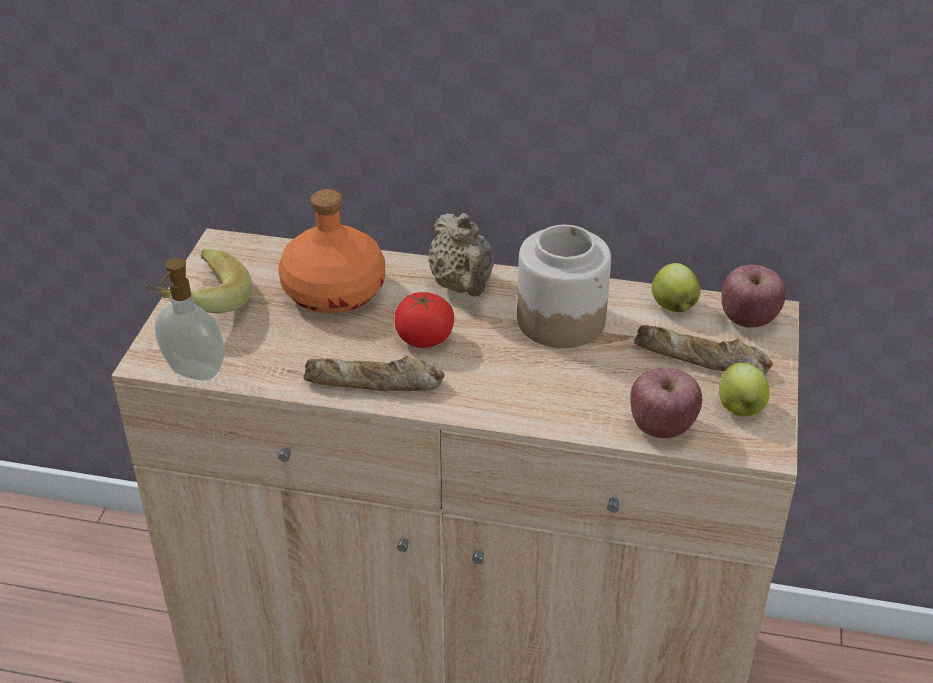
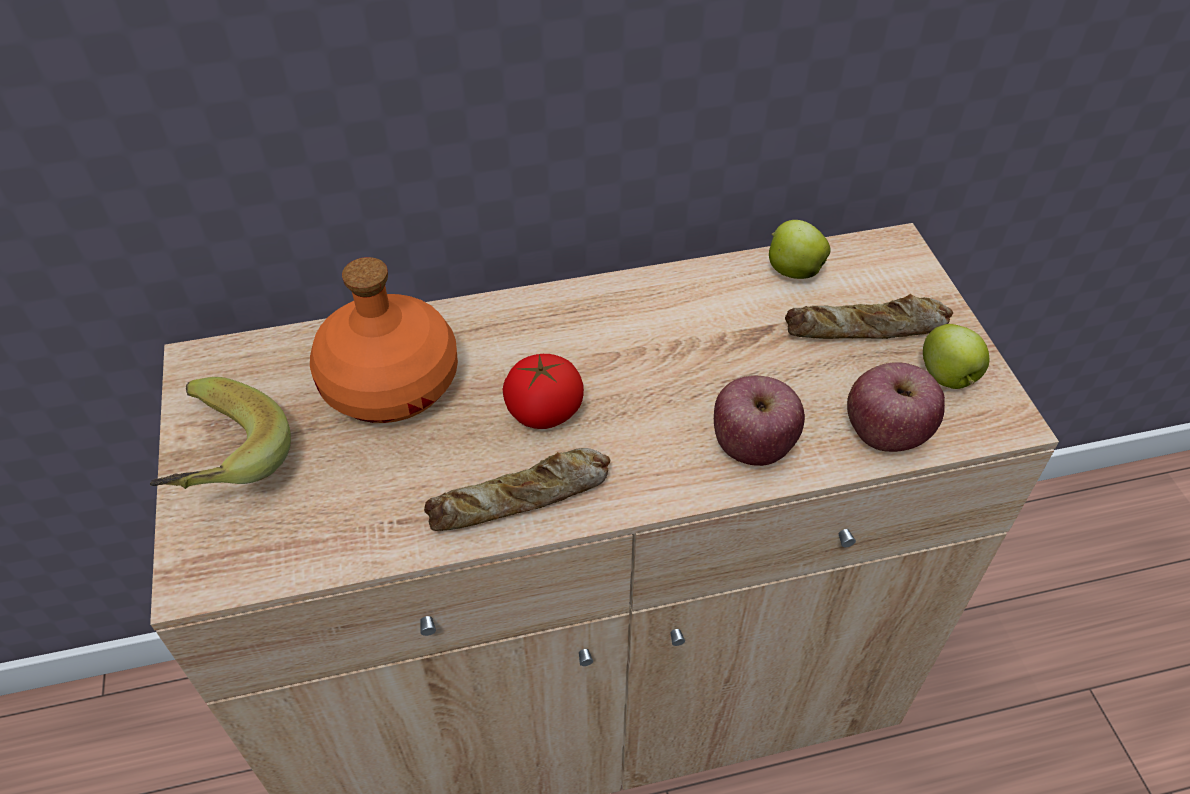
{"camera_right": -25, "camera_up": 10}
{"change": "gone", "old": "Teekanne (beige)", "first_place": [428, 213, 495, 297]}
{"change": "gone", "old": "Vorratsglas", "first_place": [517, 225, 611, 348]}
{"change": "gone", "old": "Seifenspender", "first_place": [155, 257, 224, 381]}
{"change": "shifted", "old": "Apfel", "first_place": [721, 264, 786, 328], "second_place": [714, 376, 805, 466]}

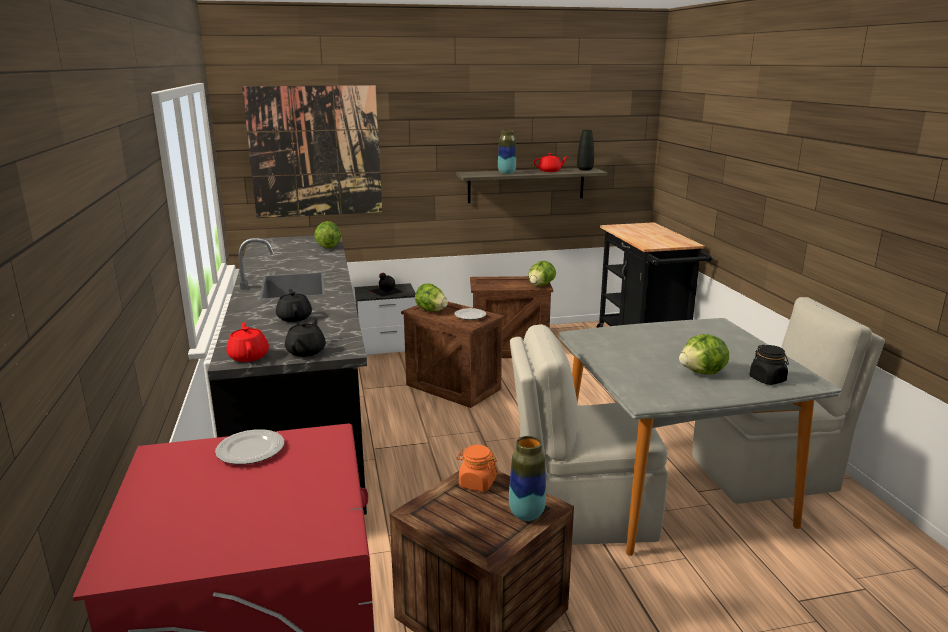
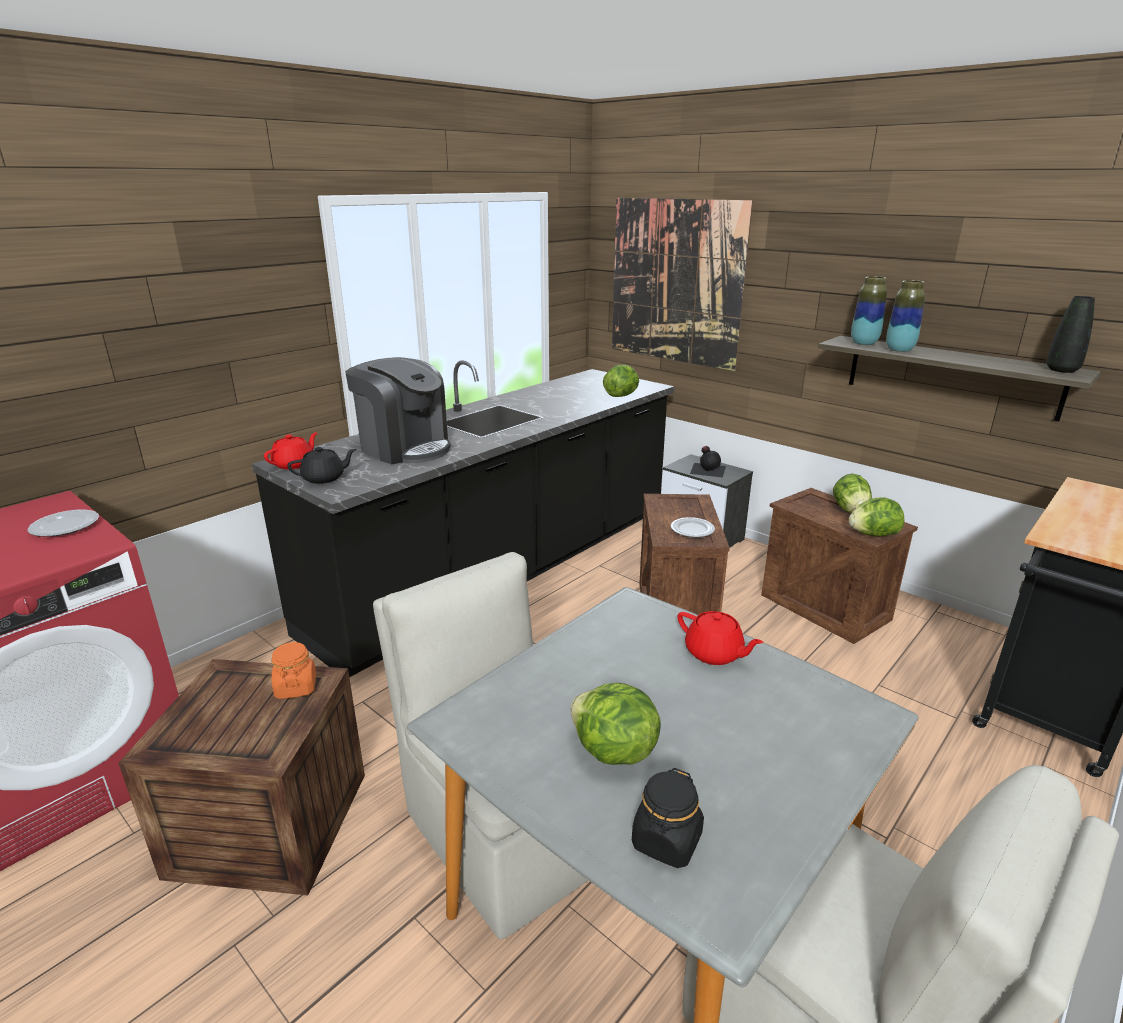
{"camera_right": 55, "camera_up": 5}
{"change": "shifted", "old": "Teekanne (rot)", "first_place": [534, 153, 568, 172], "second_place": [678, 611, 764, 665]}
{"change": "shifted", "old": "Salatkopf", "first_place": [415, 283, 448, 312], "second_place": [833, 473, 872, 513]}
{"change": "swapped", "old": "Teekanne (schwarz)", "new": "Kaffeemaschine", "first_place": [276, 289, 312, 322], "second_place": [345, 357, 451, 464]}
{"change": "shifted", "old": "Vase", "first_place": [509, 436, 546, 521], "second_place": [851, 276, 887, 345]}

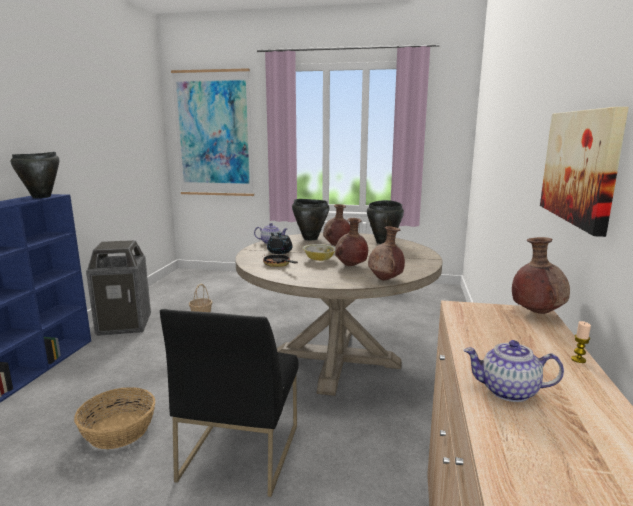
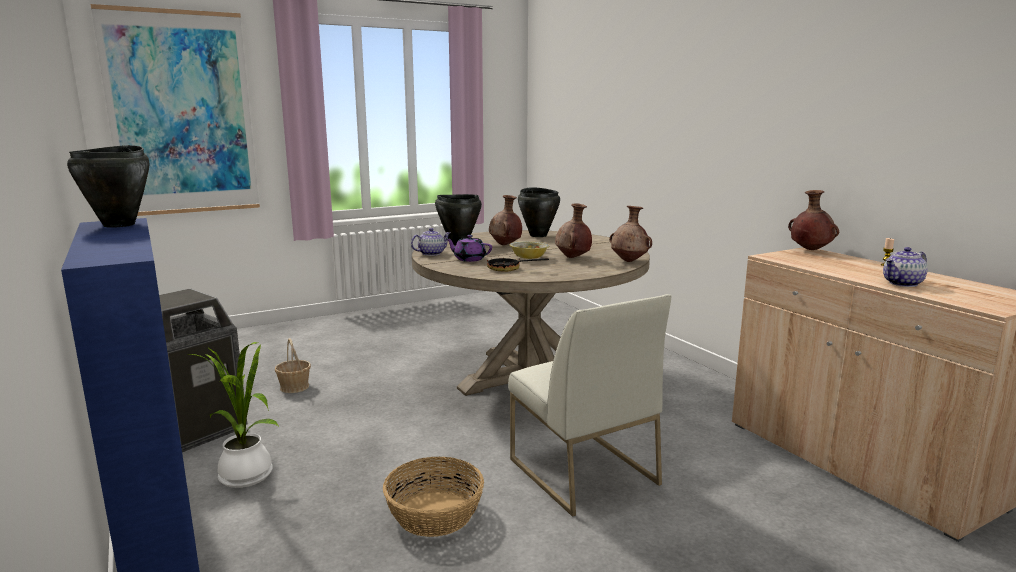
{"camera_right": -40, "camera_up": 0}
{"change": "gone", "old": "Bild", "first_place": [540, 107, 629, 237]}
{"change": "repainted", "old": "Teekanne (schwarz)", "new": "Teekanne (lila)", "first_place": [267, 232, 293, 254], "second_place": [445, 235, 492, 262]}
{"change": "repainted", "old": "Stuhl (schwarz)", "new": "Stuhl (weiß)", "first_place": [160, 309, 299, 497], "second_place": [508, 294, 672, 517]}
{"change": "new", "new": "Topfpflanze", "second_place": [189, 342, 280, 488]}

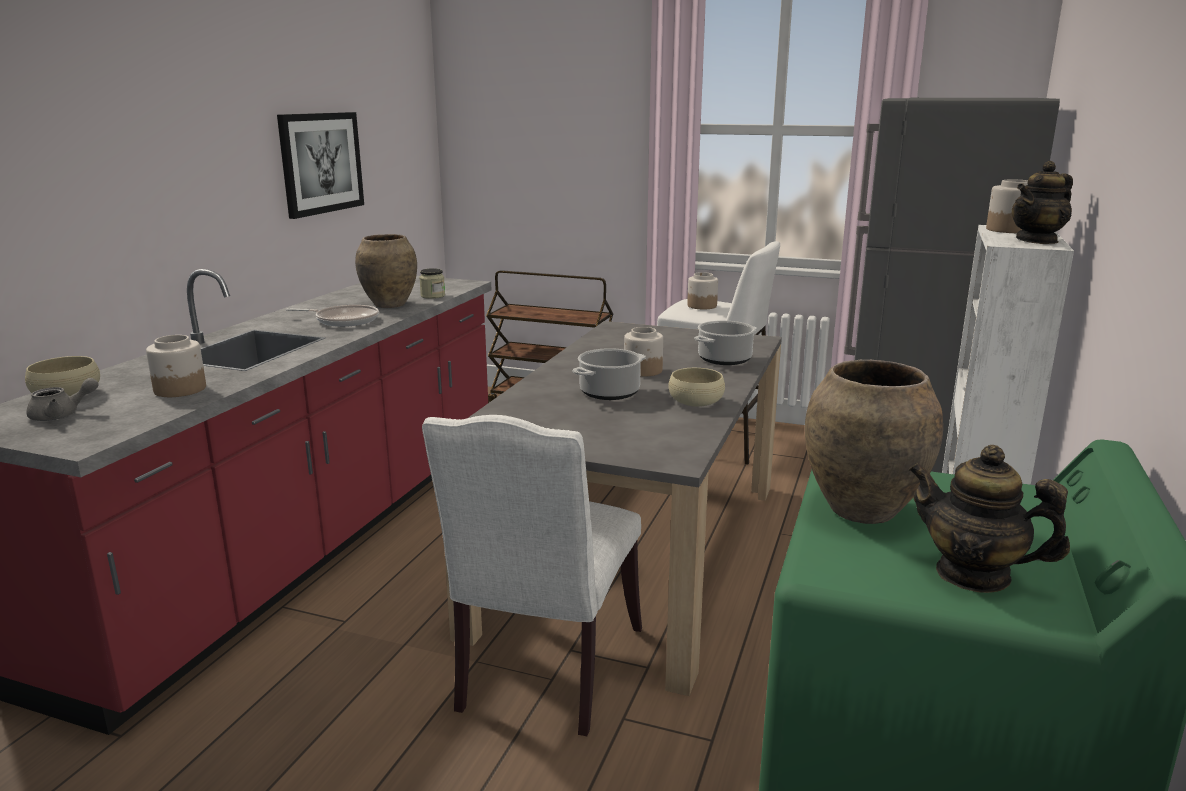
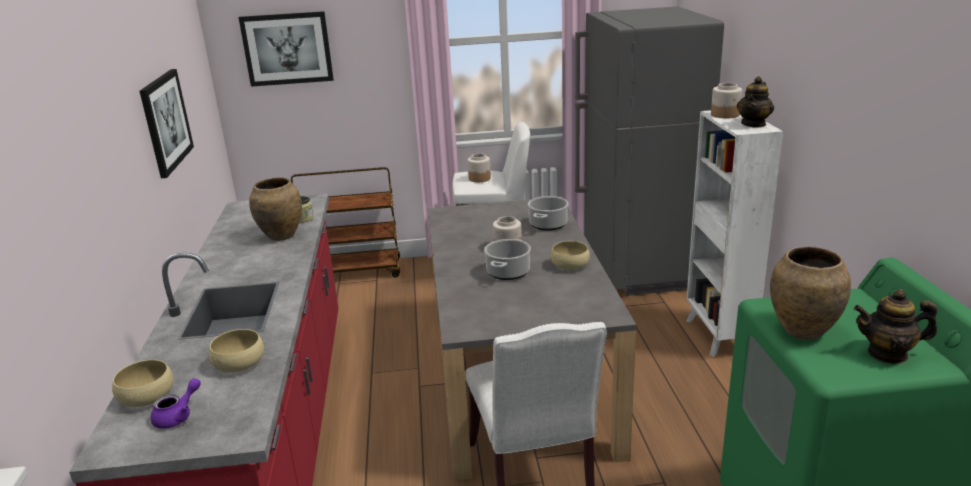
{"camera_right": -25, "camera_up": 5}
{"change": "gone", "old": "Pfanne", "first_place": [286, 305, 379, 327]}
{"change": "swapped", "old": "Vorratsglas", "new": "Schüssel (beige)", "first_place": [146, 335, 206, 397], "second_place": [209, 329, 264, 372]}
{"change": "repainted", "old": "Teekanne (grau)", "new": "Teekanne (lila)", "first_place": [26, 378, 99, 421], "second_place": [151, 378, 201, 429]}
{"change": "new", "new": "Bild", "second_place": [238, 11, 334, 87]}

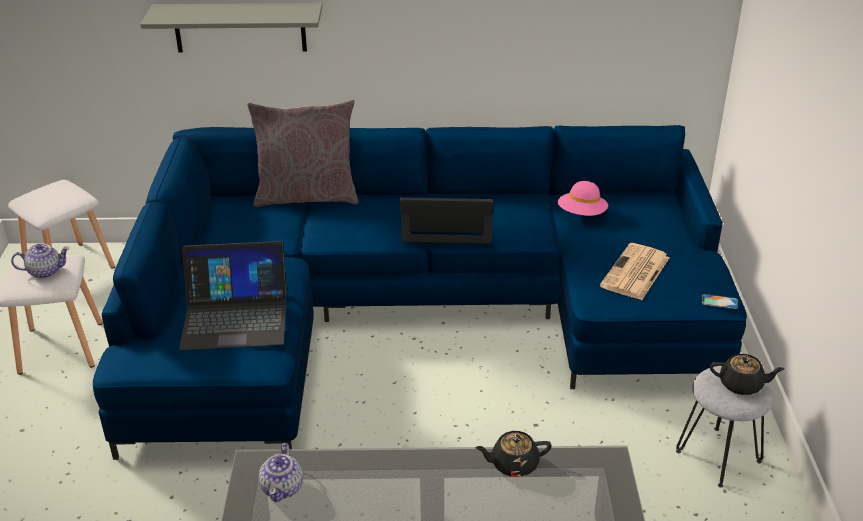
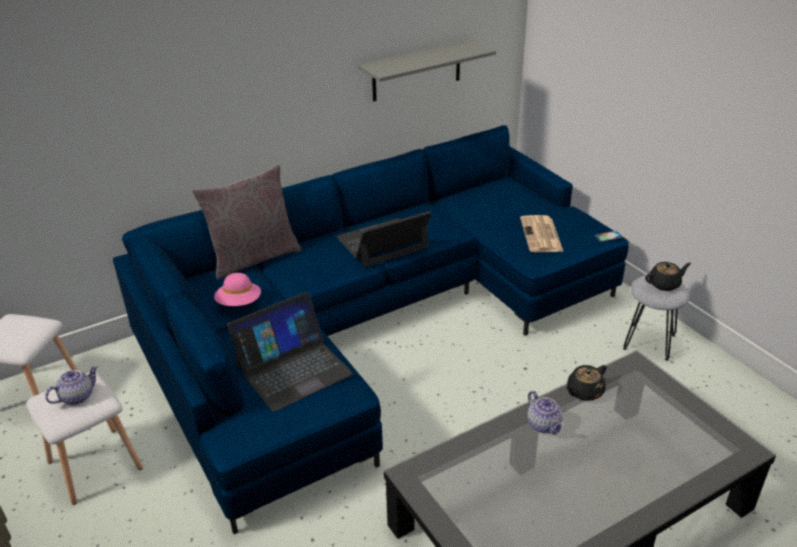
{"camera_right": -30, "camera_up": 0}
{"change": "shifted", "old": "Wandregal (grau)", "first_place": [140, 3, 323, 53], "second_place": [358, 40, 496, 101]}
{"change": "shifted", "old": "Hut (rosa)", "first_place": [558, 181, 608, 216], "second_place": [214, 273, 261, 306]}
{"change": "shifted", "old": "Teekanne", "first_place": [259, 443, 303, 502], "second_place": [527, 391, 564, 435]}

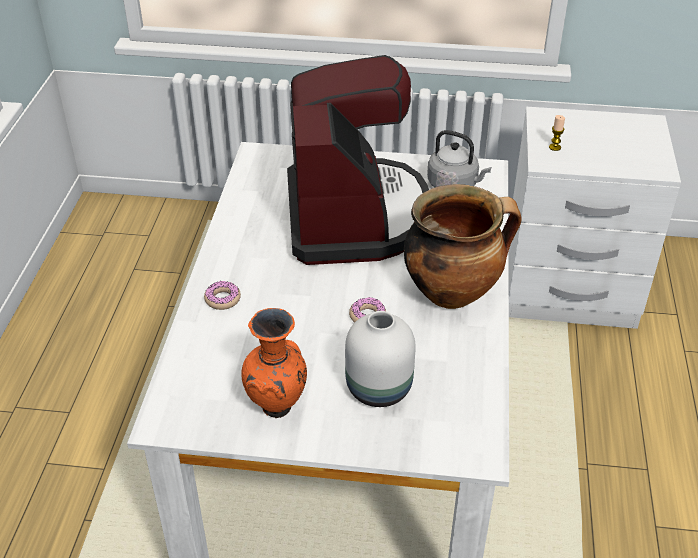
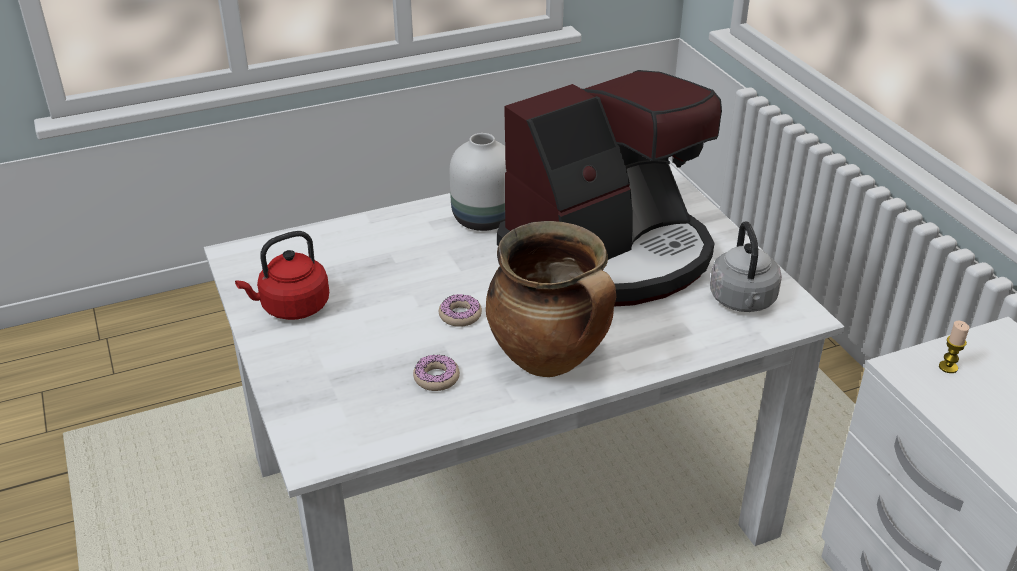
{"camera_right": 60, "camera_up": -5}
{"change": "shifted", "old": "Donut", "first_place": [204, 281, 241, 310], "second_place": [413, 355, 460, 391]}
{"change": "swapped", "old": "Vase (orange)", "new": "Wasserkessel (rot)", "first_place": [241, 308, 307, 418], "second_place": [235, 231, 329, 320]}
{"change": "shifted", "old": "Vase (weiß)", "first_place": [345, 311, 416, 407], "second_place": [450, 133, 506, 231]}

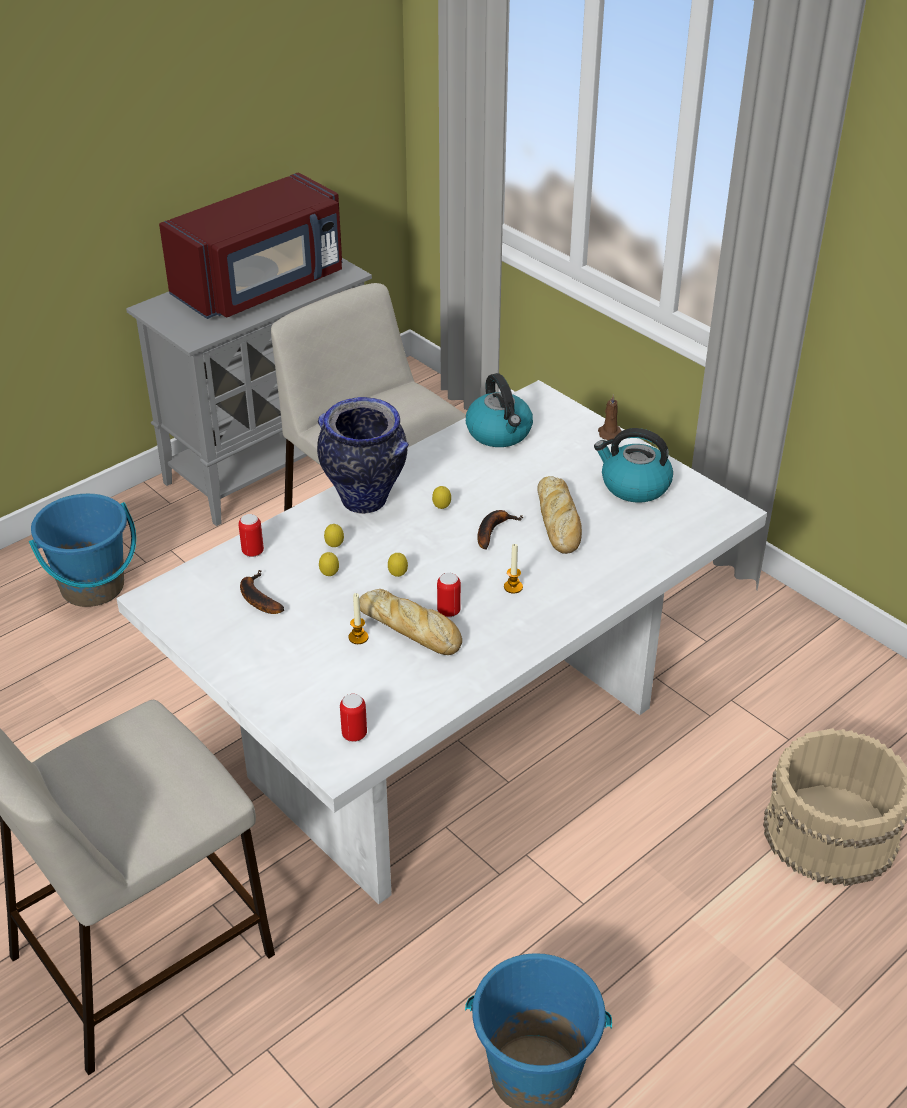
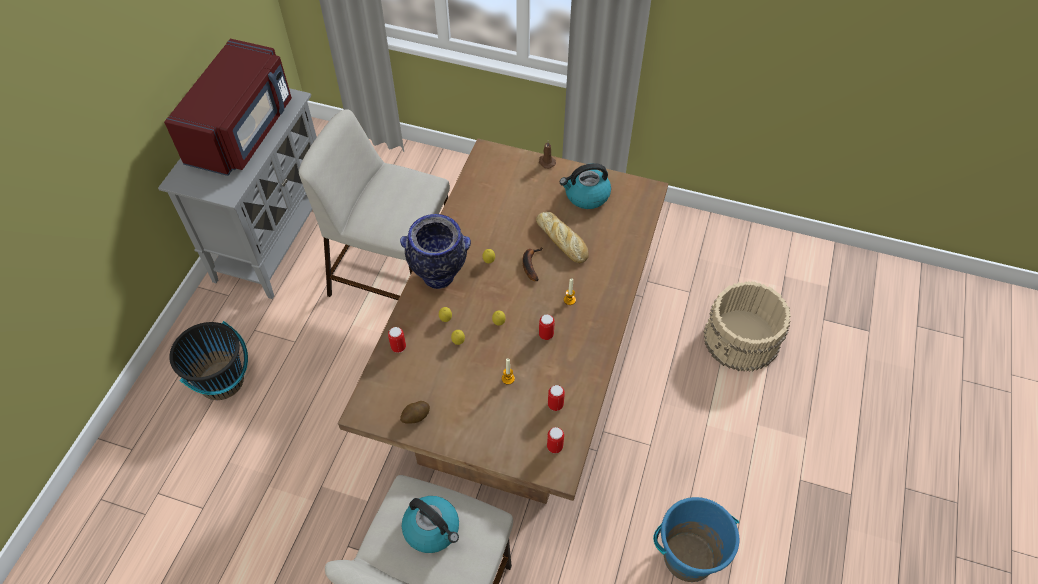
{"camera_right": -30, "camera_up": 15}
{"change": "shifted", "old": "Wasserkessel", "first_place": [466, 373, 533, 447], "second_place": [402, 496, 459, 553]}
{"change": "repainted", "old": "Esstisch (weiß)", "new": "Esstisch (braun)", "first_place": [116, 380, 767, 904], "second_place": [338, 139, 668, 504]}
{"change": "repainted", "old": "Eimer (blau)", "new": "Eimer (schwarz)", "first_place": [29, 494, 136, 607], "second_place": [169, 321, 248, 400]}
{"change": "gone", "old": "Banane", "first_place": [240, 570, 284, 614]}
{"change": "gone", "old": "Brot", "first_place": [359, 589, 462, 655]}
{"change": "new", "new": "Dose", "second_place": [548, 385, 565, 411]}
{"change": "new", "new": "Kartoffel", "second_place": [400, 401, 430, 424]}

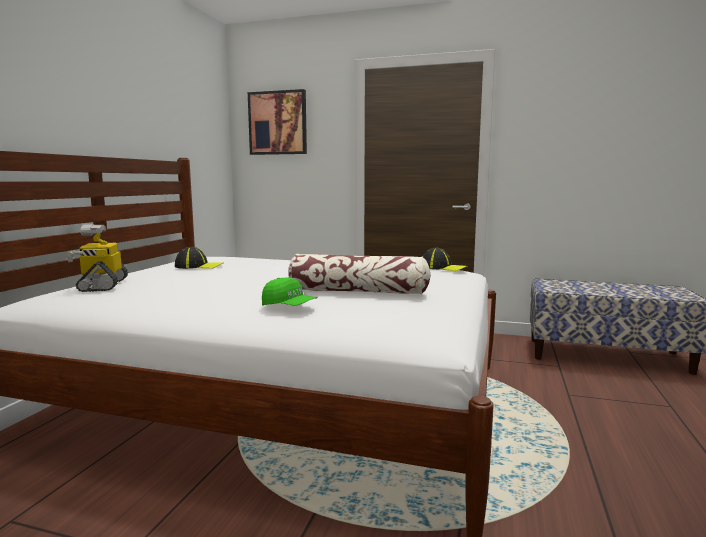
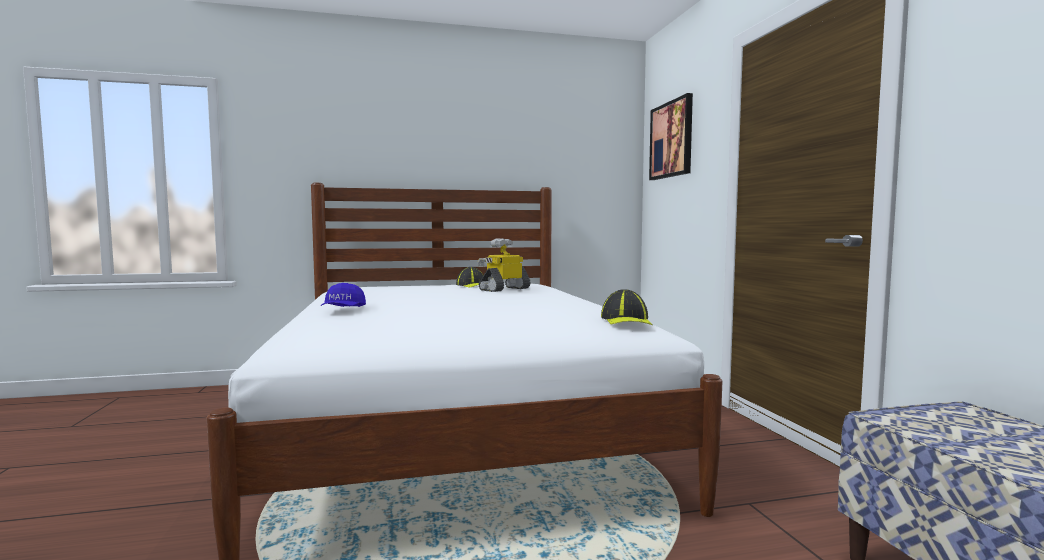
{"camera_right": 60, "camera_up": -5}
{"change": "shifted", "old": "Spielzeugroboter", "first_place": [66, 224, 128, 292], "second_place": [478, 238, 531, 292]}
{"change": "gone", "old": "Kissen", "first_place": [288, 254, 431, 294]}
{"change": "repainted", "old": "Kappe (grün)", "new": "Kappe (blau)", "first_place": [262, 278, 317, 305], "second_place": [321, 283, 366, 307]}

